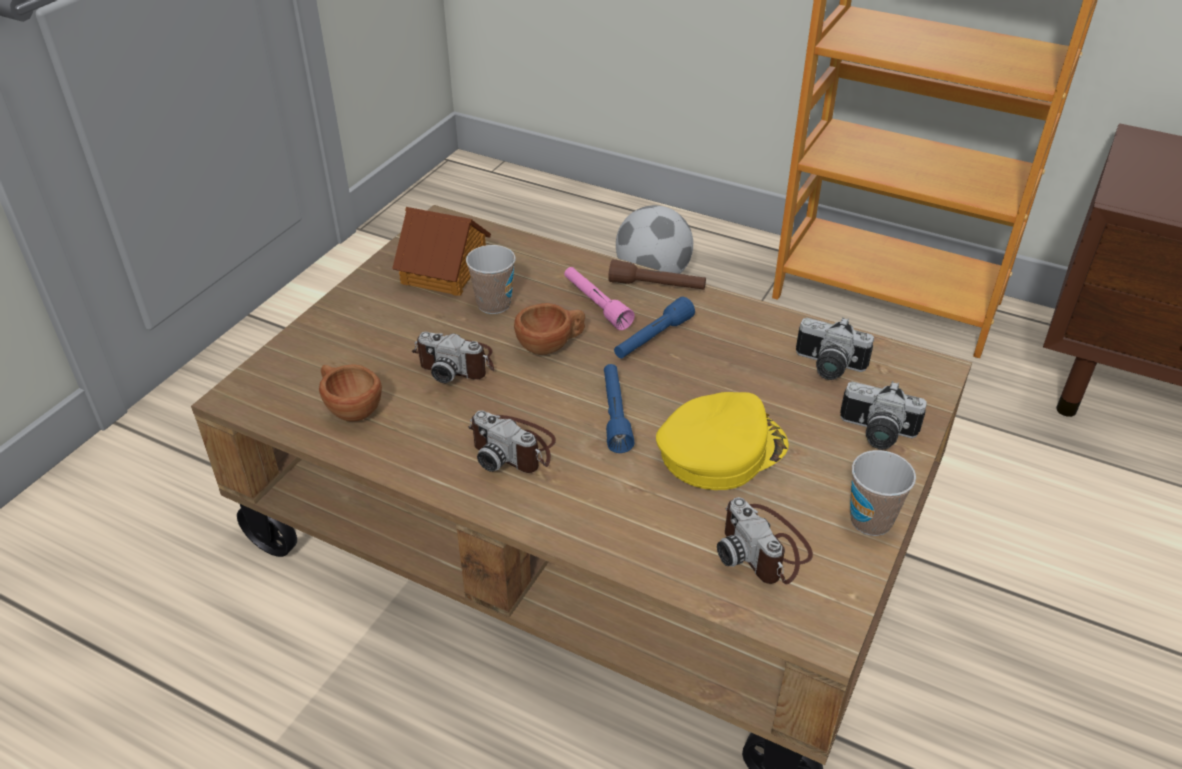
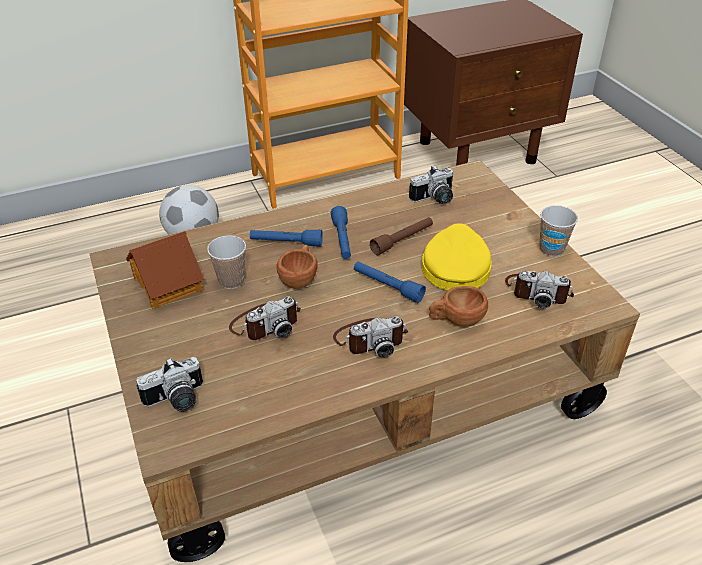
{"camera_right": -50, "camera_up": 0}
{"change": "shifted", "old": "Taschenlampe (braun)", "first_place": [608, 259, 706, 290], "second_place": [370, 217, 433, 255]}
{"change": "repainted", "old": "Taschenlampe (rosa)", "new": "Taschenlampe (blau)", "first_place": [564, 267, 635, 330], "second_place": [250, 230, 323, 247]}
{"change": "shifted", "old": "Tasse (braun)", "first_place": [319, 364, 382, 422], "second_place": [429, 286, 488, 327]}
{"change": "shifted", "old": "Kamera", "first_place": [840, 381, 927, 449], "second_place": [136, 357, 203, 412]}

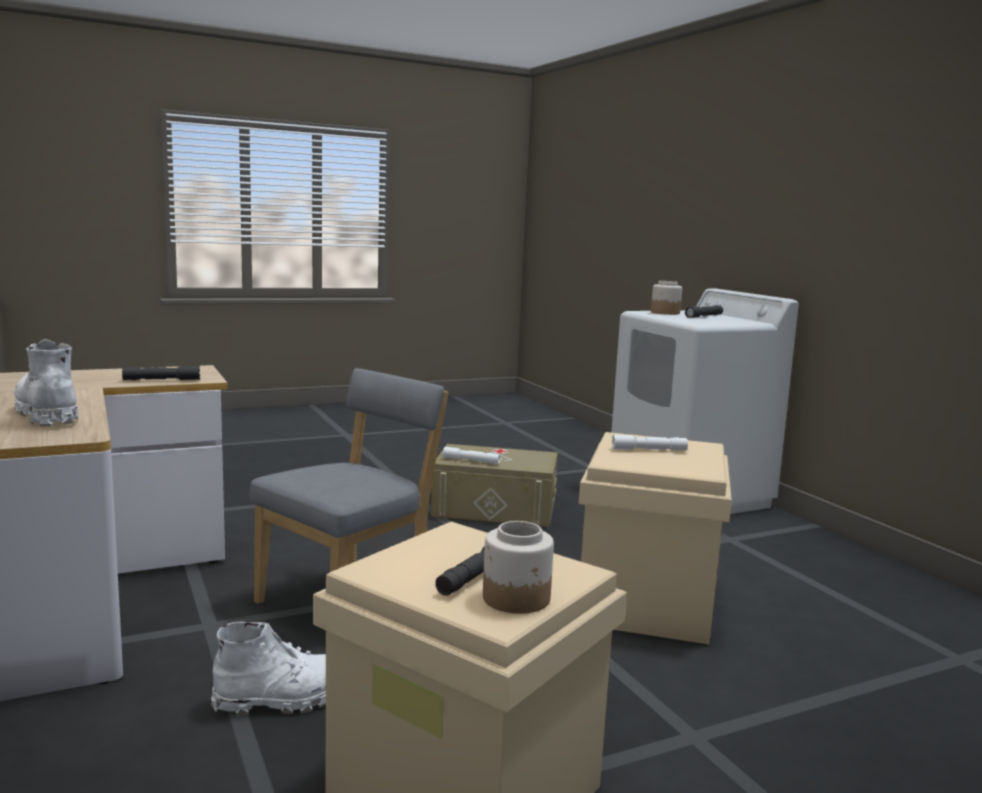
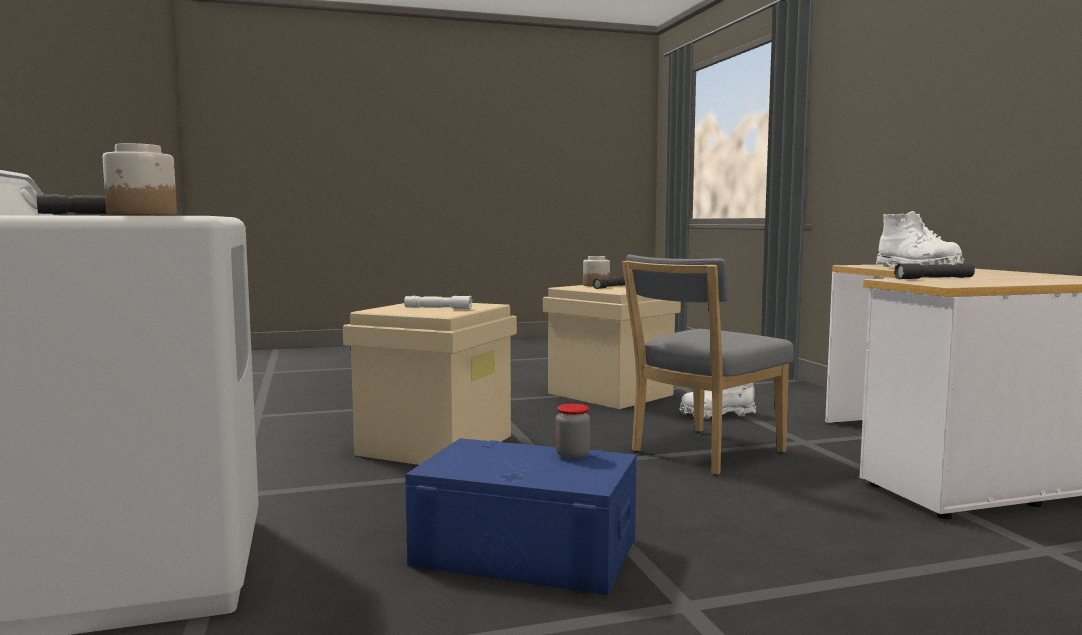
{"camera_right": -170, "camera_up": -5}
{"change": "repainted", "old": "Aufbewahrungsbox (beige)", "new": "Aufbewahrungsbox (blau)", "first_place": [431, 444, 558, 527], "second_place": [405, 438, 637, 595]}
{"change": "swapped", "old": "Taschenlampe (weiß)", "new": "Vorratsglas", "first_place": [443, 446, 500, 464], "second_place": [556, 404, 590, 459]}

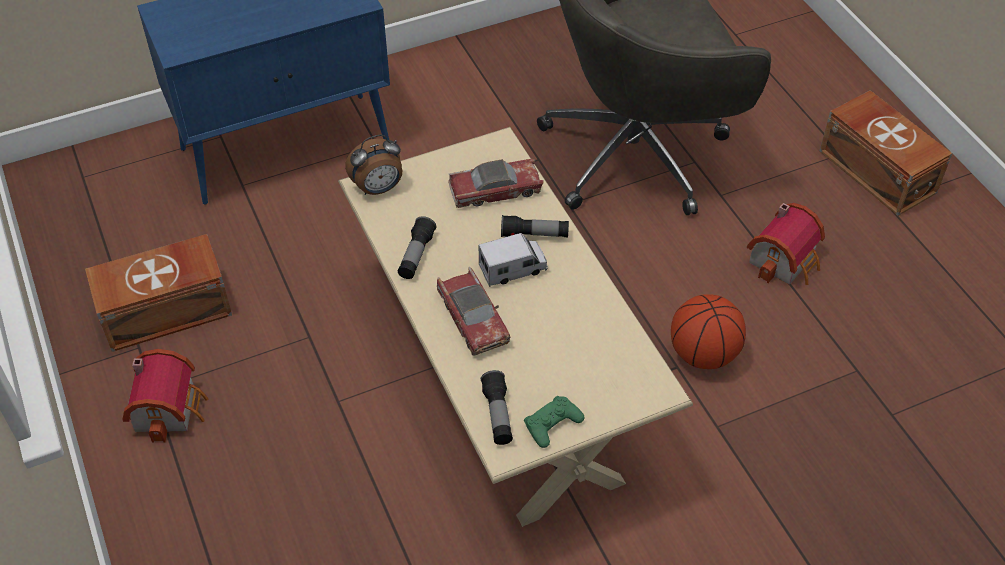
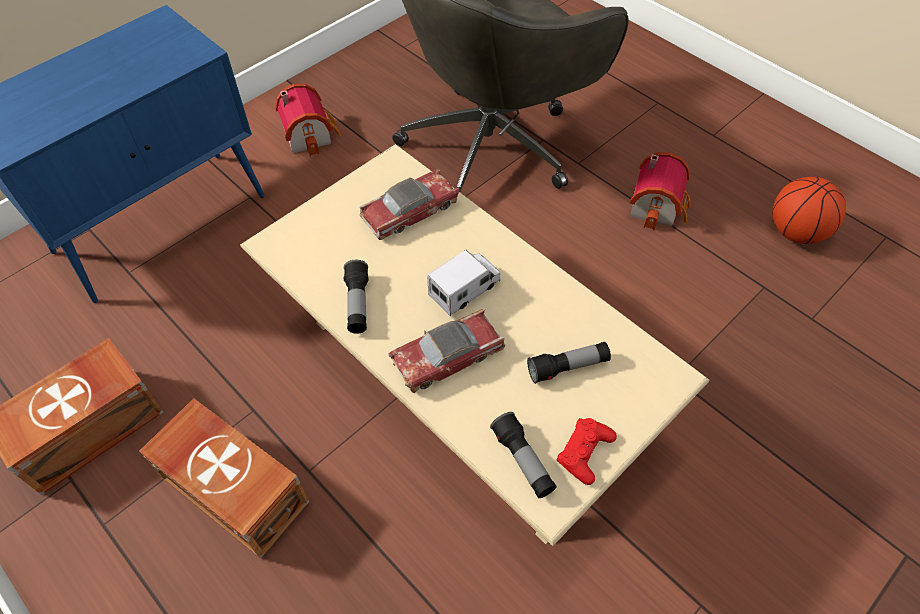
{"camera_right": -20, "camera_up": 5}
{"change": "shifted", "old": "Aufbewahrungsbox (braun)", "first_place": [819, 90, 952, 216], "second_place": [140, 398, 309, 559]}
{"change": "gone", "old": "Wecker", "first_place": [345, 135, 402, 195]}
{"change": "shifted", "old": "Taschenlampe", "first_place": [501, 215, 569, 237], "second_place": [527, 342, 611, 384]}
{"change": "rotated", "old": "Spielzeugauto", "first_place": [437, 267, 510, 356], "second_place": [388, 309, 505, 393], "degrees": 105}
{"change": "shifted", "old": "Basketball", "first_place": [671, 294, 746, 369], "second_place": [772, 177, 846, 244]}
{"change": "shifted", "old": "Spielzeughaus", "first_place": [122, 349, 208, 443], "second_place": [275, 84, 341, 156]}
{"change": "repainted", "old": "Gamepad (grün)", "new": "Gamepad (rot)", "first_place": [524, 396, 584, 448], "second_place": [557, 418, 617, 485]}

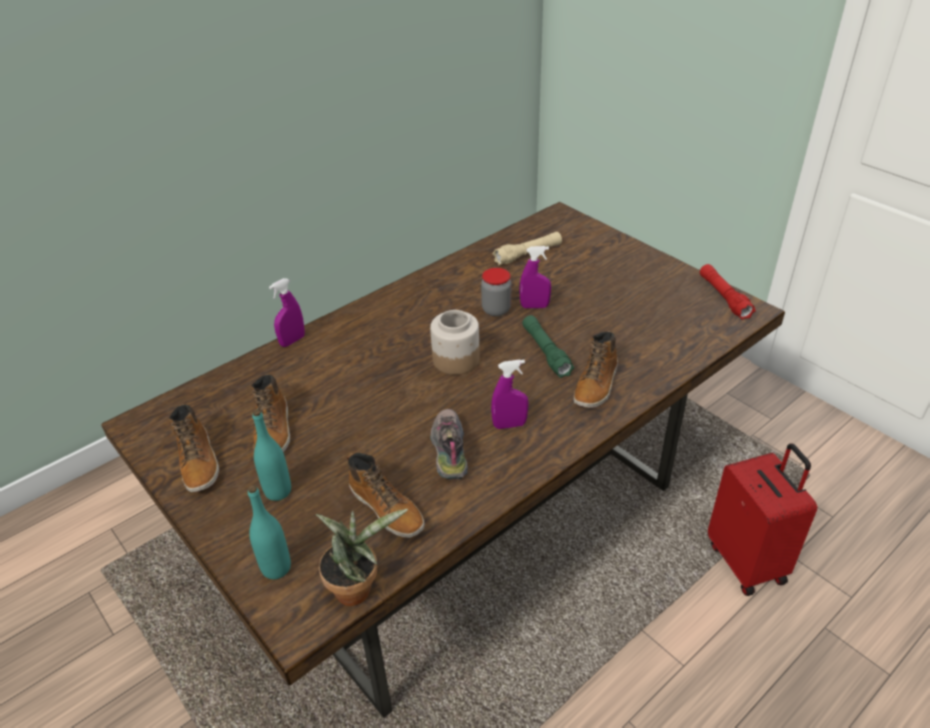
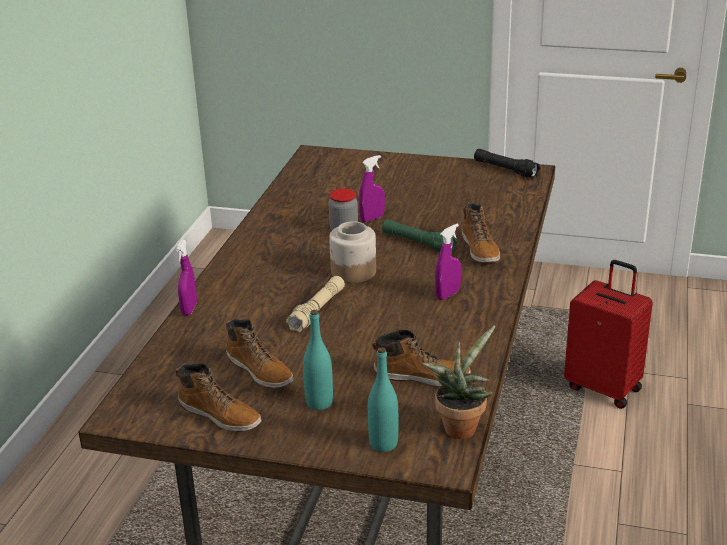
{"camera_right": -35, "camera_up": -10}
{"change": "shifted", "old": "Taschenlampe (beige)", "first_place": [493, 232, 562, 265], "second_place": [286, 276, 345, 332]}
{"change": "repainted", "old": "Taschenlampe (rot)", "new": "Taschenlampe (schwarz)", "first_place": [700, 264, 756, 320], "second_place": [474, 149, 541, 178]}
{"change": "gone", "old": "Schuh", "first_place": [430, 409, 468, 480]}

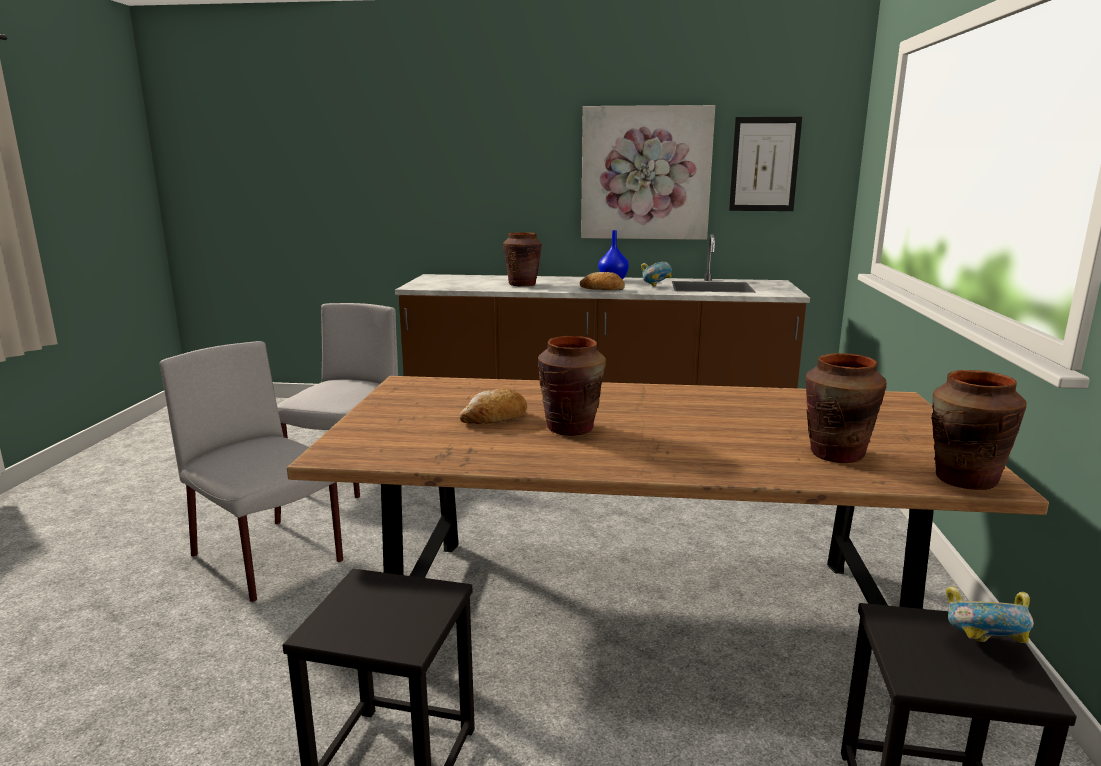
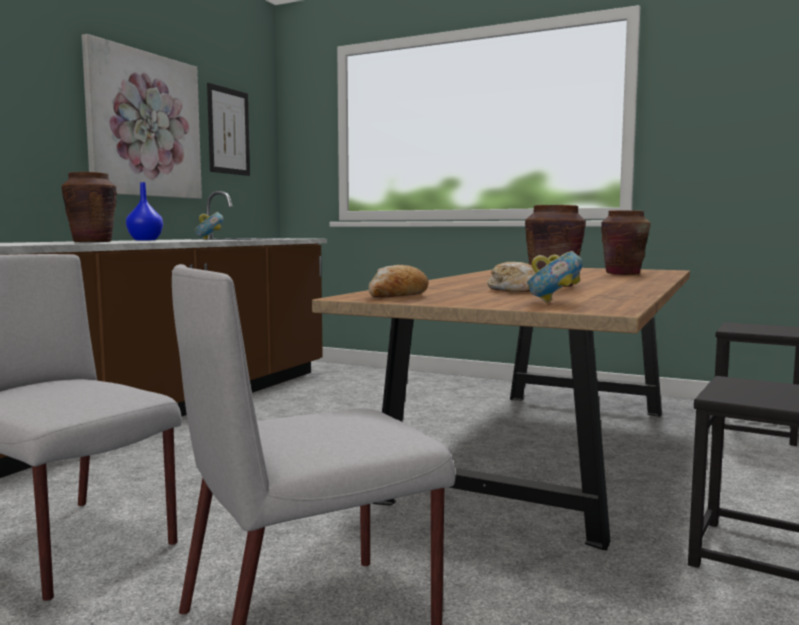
{"camera_right": -70, "camera_up": -10}
{"change": "shifted", "old": "Brot", "first_place": [580, 272, 625, 290], "second_place": [369, 265, 429, 298]}
{"change": "gone", "old": "Vase (braun)", "first_place": [932, 370, 1027, 490]}
{"change": "shifted", "old": "Schüssel", "first_place": [946, 586, 1034, 643], "second_place": [527, 251, 583, 302]}

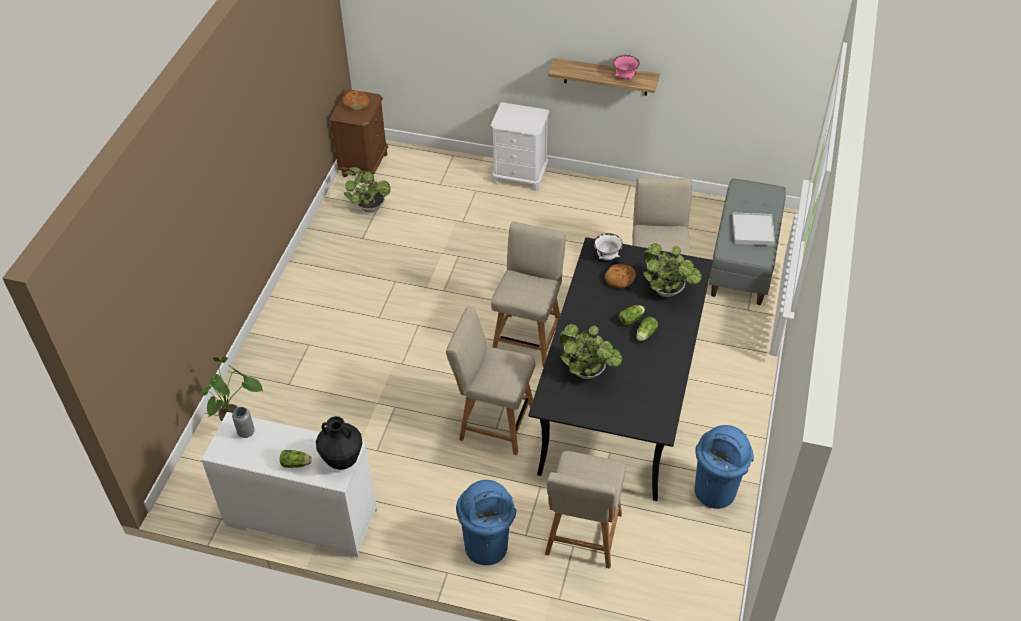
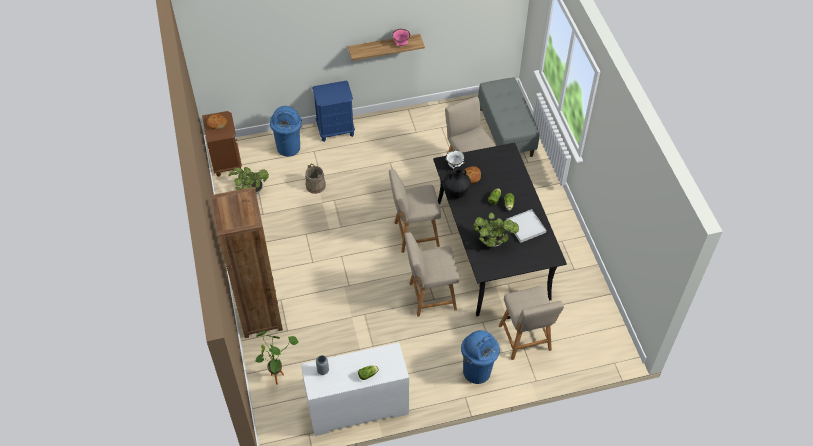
{"camera_right": -30, "camera_up": 5}
{"change": "repainted", "old": "Nachttisch (weiß)", "new": "Nachttisch (blau)", "first_place": [491, 102, 550, 191], "second_place": [312, 80, 355, 142]}
{"change": "shifted", "old": "Tablett (weiß)", "first_place": [732, 212, 775, 246], "second_place": [506, 209, 546, 243]}
{"change": "rotated", "old": "Stuhl (beige)", "first_place": [491, 222, 566, 368], "second_place": [389, 169, 441, 253], "degrees": -90}
{"change": "gone", "old": "Topfpflanze", "first_place": [643, 243, 702, 297]}
{"change": "shifted", "old": "Vase (schwarz)", "first_place": [316, 416, 362, 470], "second_place": [444, 166, 471, 198]}
{"change": "shifted", "old": "Mülleimer (blau)", "first_place": [695, 425, 754, 509], "second_place": [270, 106, 302, 157]}
{"change": "new", "new": "Eimer (beige)", "second_place": [305, 163, 326, 194]}
{"change": "new", "new": "Bücherregal (braun)", "second_place": [212, 187, 283, 338]}

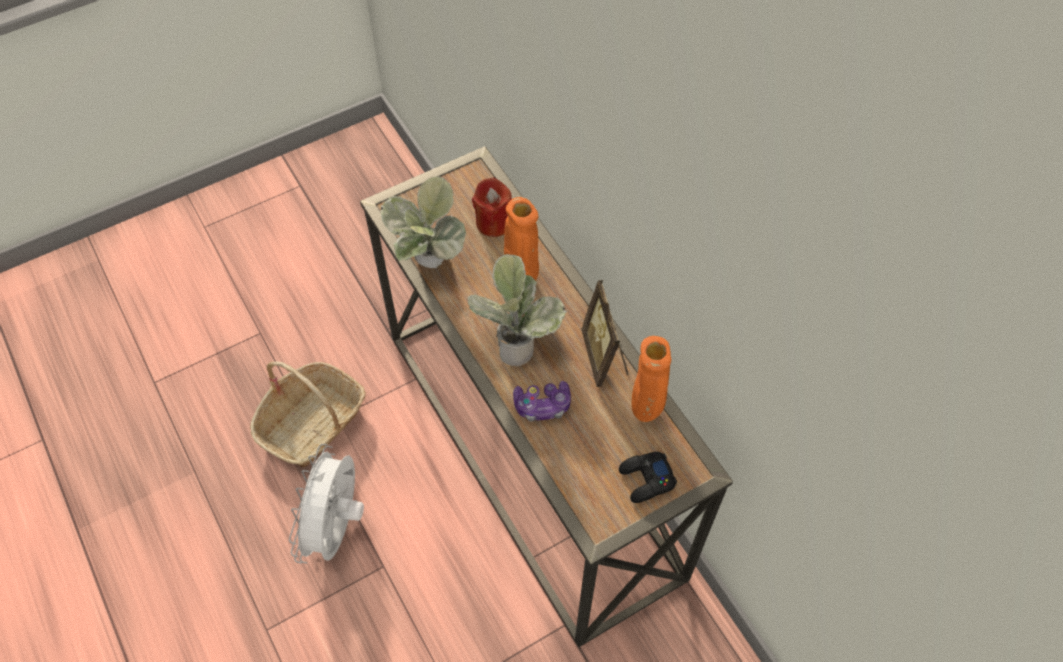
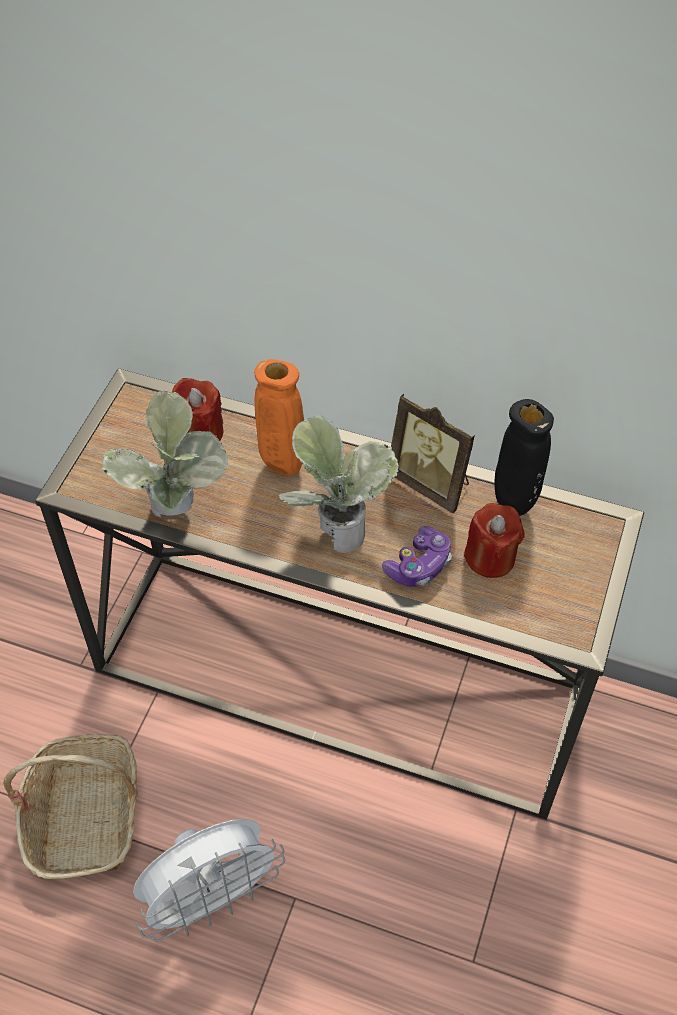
{"camera_right": -40, "camera_up": -5}
{"change": "repainted", "old": "Vase (orange)", "new": "Vase (schwarz)", "first_place": [632, 336, 671, 422], "second_place": [495, 399, 554, 516]}
{"change": "rotated", "old": "Ventilator (weiß)", "first_place": [289, 444, 364, 564], "second_place": [133, 819, 285, 942], "degrees": -90}
{"change": "gone", "old": "Gamepad (schwarz)", "first_place": [619, 452, 677, 503]}
{"change": "new", "new": "Kerze (rot)", "second_place": [464, 503, 525, 578]}

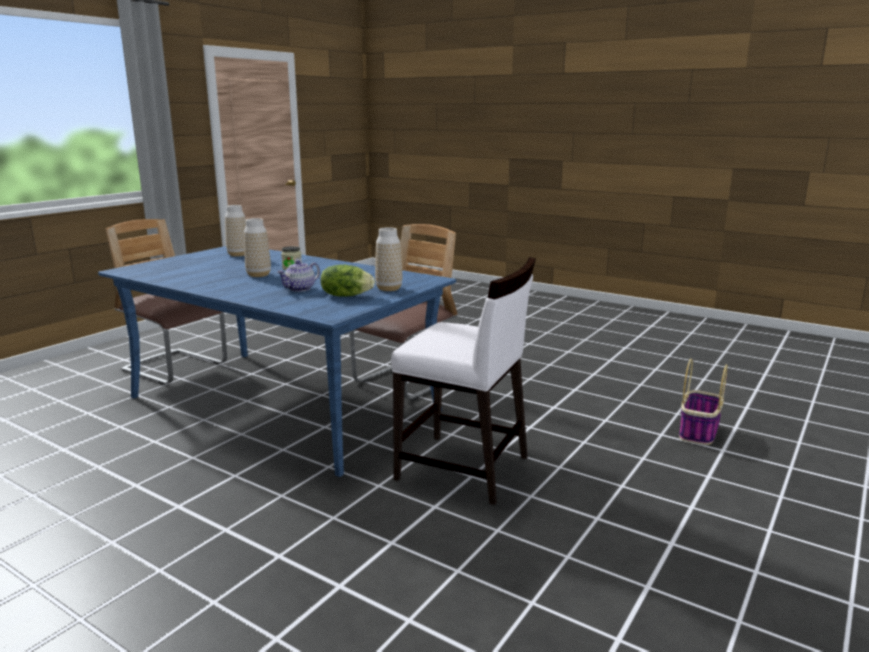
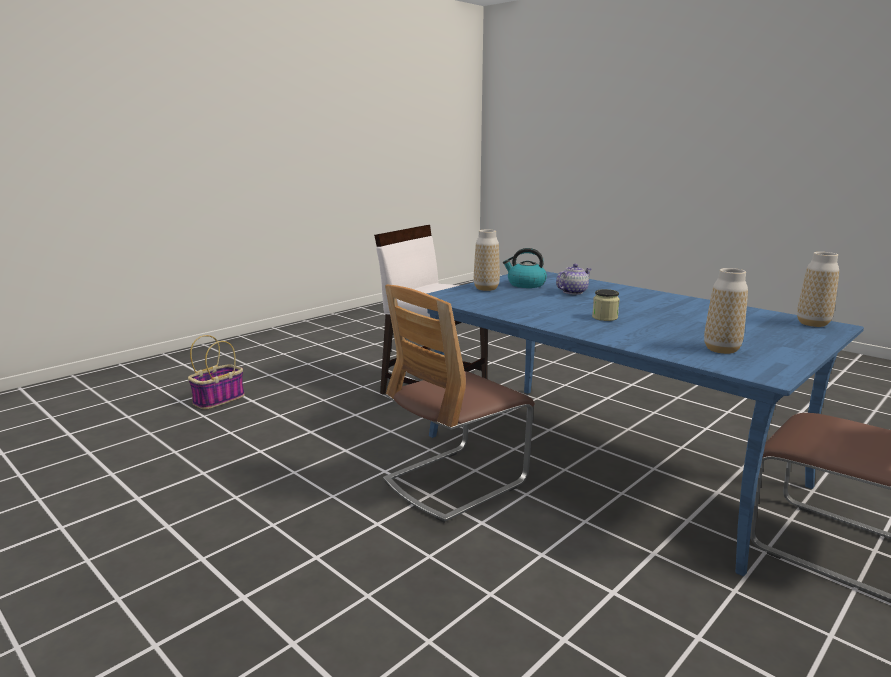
{"camera_right": -170, "camera_up": 0}
{"change": "shifted", "old": "Vase", "first_place": [244, 218, 271, 277], "second_place": [797, 252, 839, 327]}
{"change": "swapped", "old": "Salatkopf", "new": "Wasserkessel", "first_place": [320, 265, 375, 297], "second_place": [503, 248, 547, 288]}

